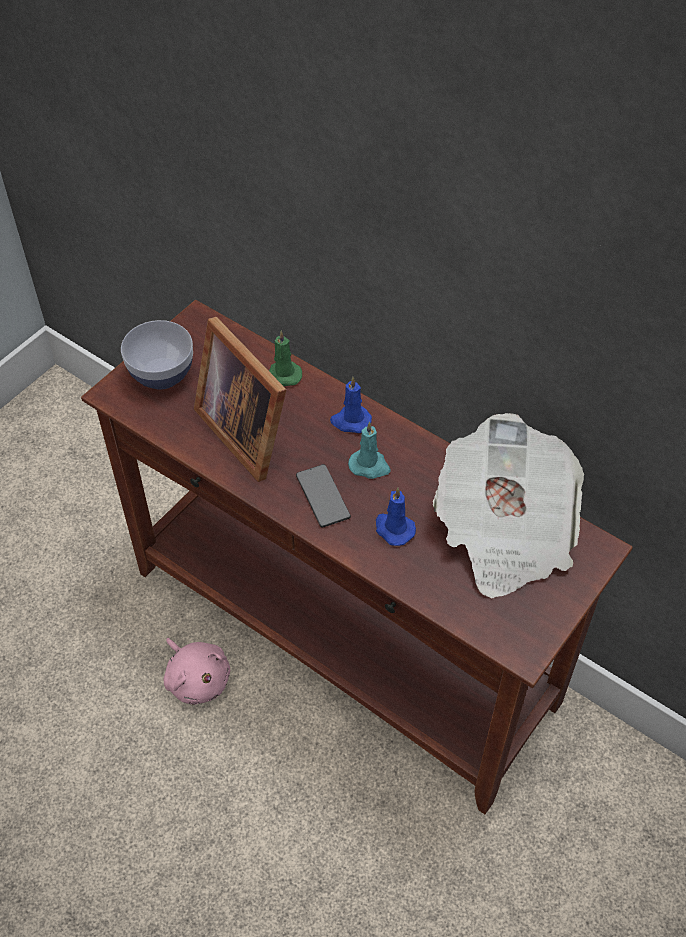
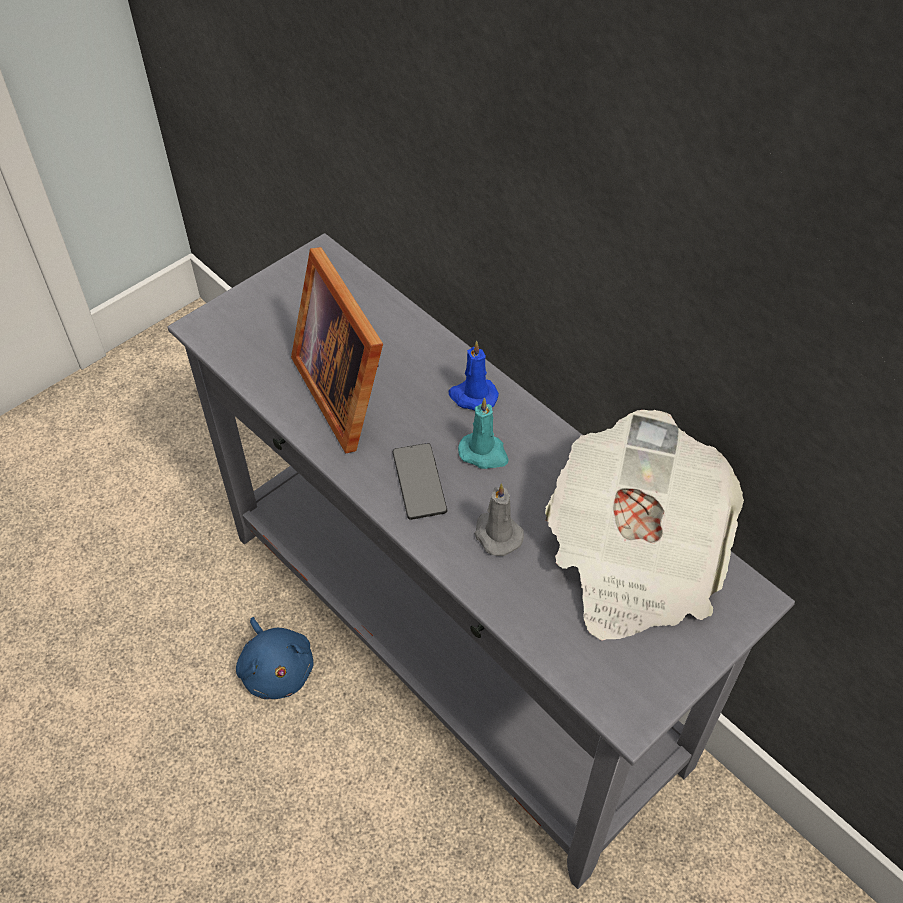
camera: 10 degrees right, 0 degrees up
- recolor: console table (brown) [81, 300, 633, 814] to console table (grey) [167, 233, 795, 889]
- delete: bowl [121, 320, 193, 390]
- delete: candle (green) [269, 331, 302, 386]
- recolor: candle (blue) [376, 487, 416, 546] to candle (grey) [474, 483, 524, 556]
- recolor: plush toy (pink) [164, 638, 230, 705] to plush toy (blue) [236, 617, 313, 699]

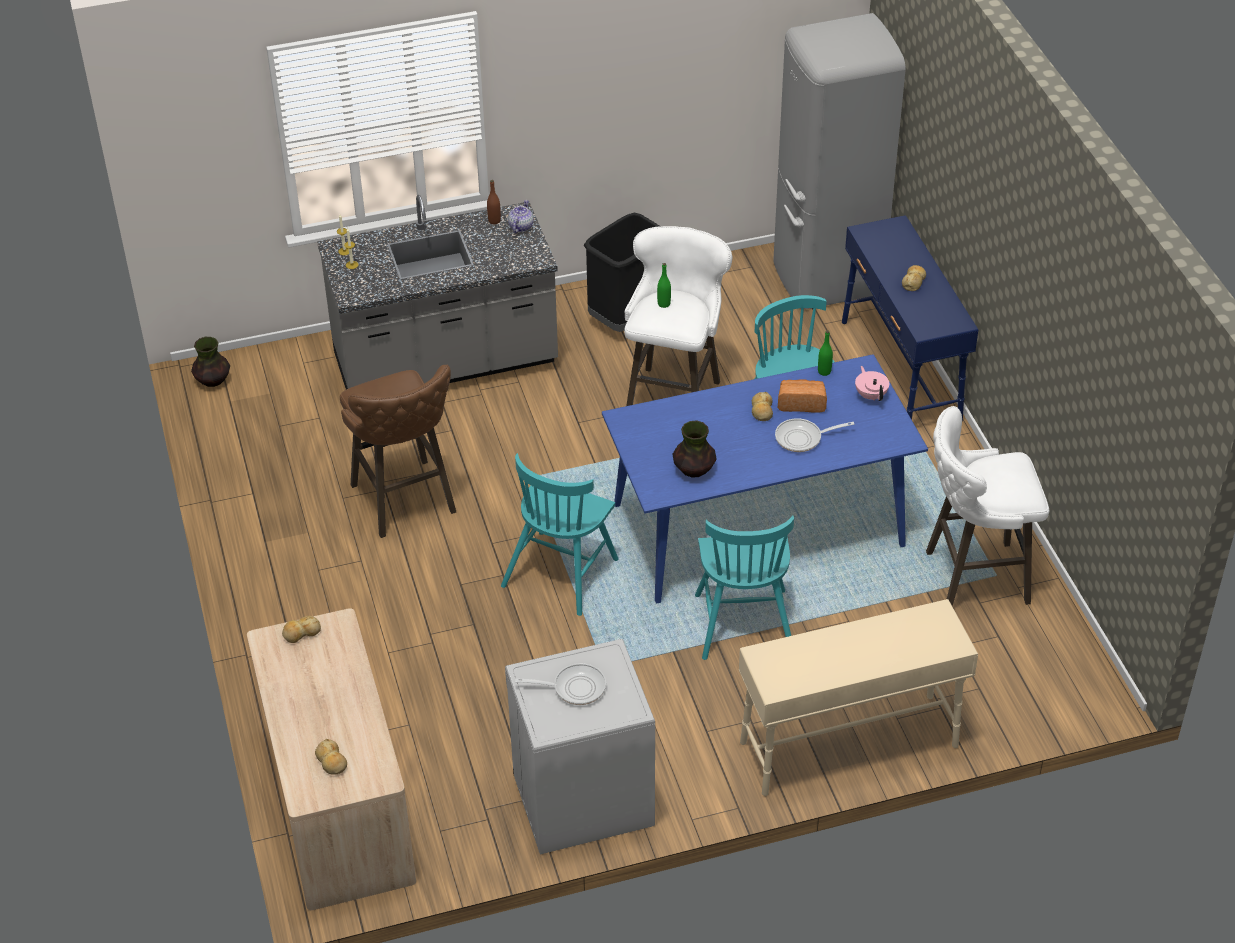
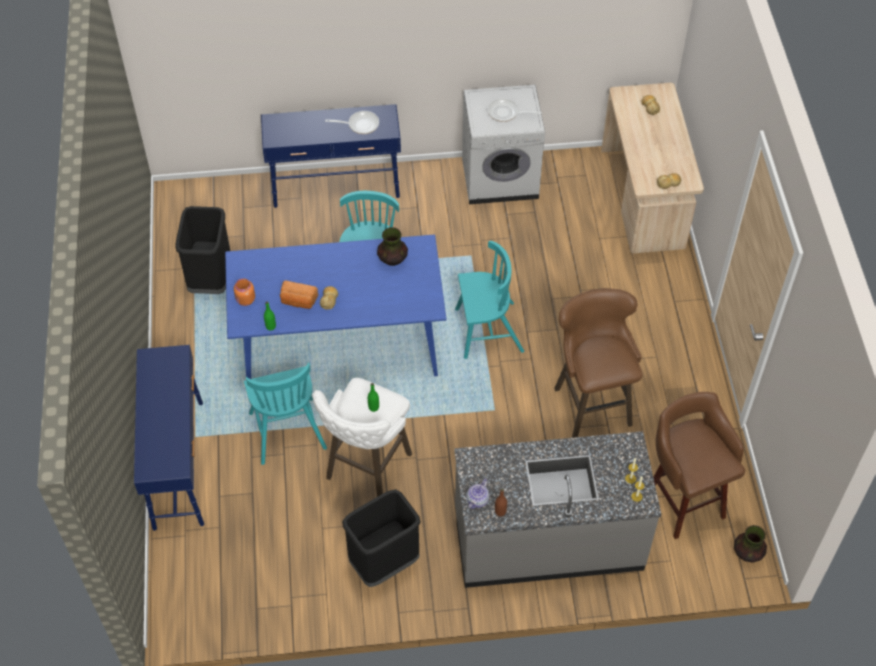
camera: 170 degrees left, 10 degrees up
- delete: fridge (grey) [773, 13, 906, 310]
- delete: bread [902, 265, 926, 291]
- replace: teapot (pink) [855, 366, 889, 401] to jar (orange) [234, 278, 255, 306]
- replace: stool (white) [926, 406, 1049, 606] to trash can (black) [175, 206, 230, 294]
- move: frying pan [775, 418, 854, 452] to [325, 111, 379, 134]
- rotate: chair (turquoise) [501, 453, 619, 616] = [455, 241, 524, 359] 45 degrees clockwise
- recolor: console table (beige) [739, 599, 978, 796] to console table (blue) [261, 104, 401, 208]
- insert: stool (brown) [653, 392, 745, 539]

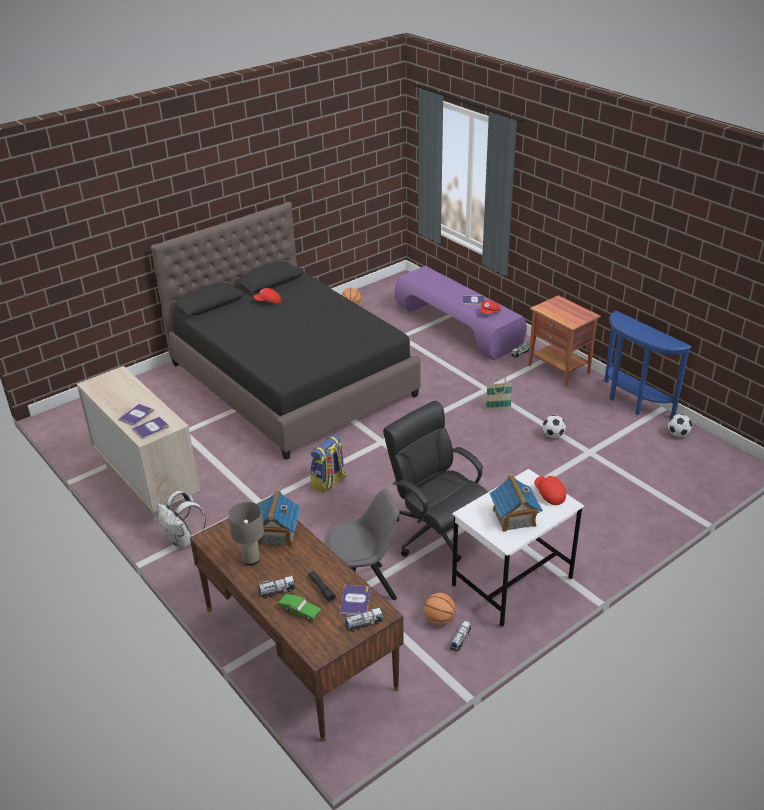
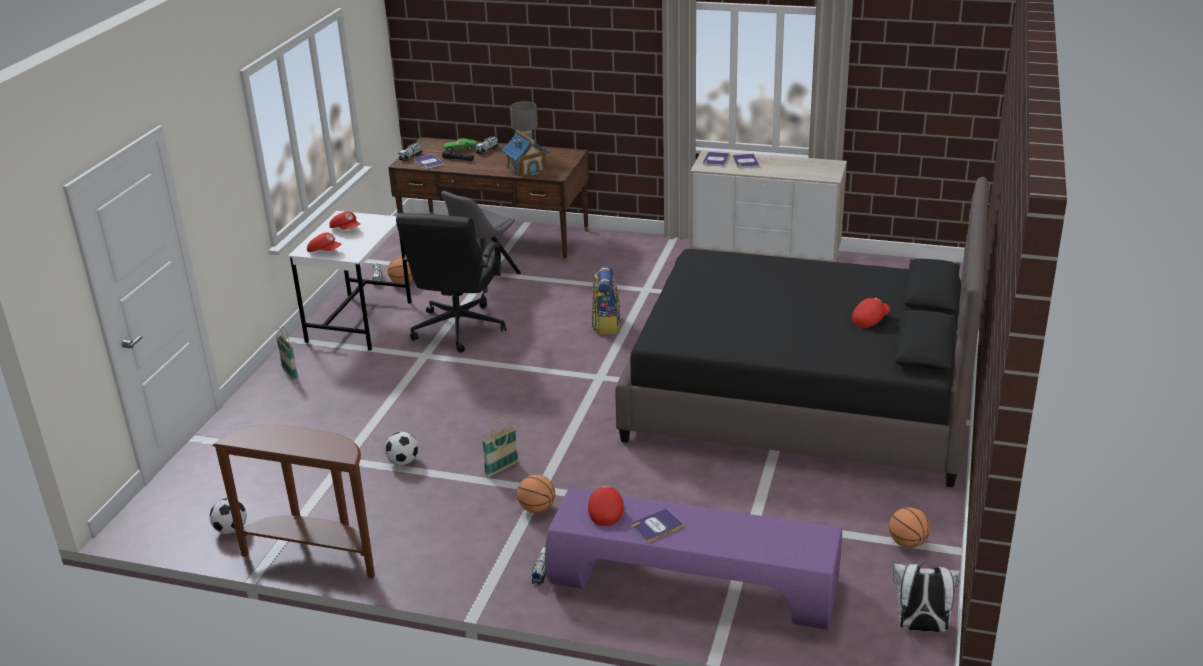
camera: 145 degrees right, 5 degrees down
- delete: nightstand [528, 295, 601, 387]
- recolor: console table (blue) [604, 311, 692, 417] to console table (brown) [213, 425, 375, 579]
- rotate: office chair (black) [383, 401, 488, 562] = [396, 213, 506, 353] 90 degrees clockwise
- replace: toy house [490, 474, 543, 532] to cap (red) [329, 211, 360, 230]
- move: backpack (white) [157, 491, 206, 550] to [893, 562, 960, 632]
- insert: basket [276, 326, 299, 381]
- insert: basketball [517, 475, 555, 513]

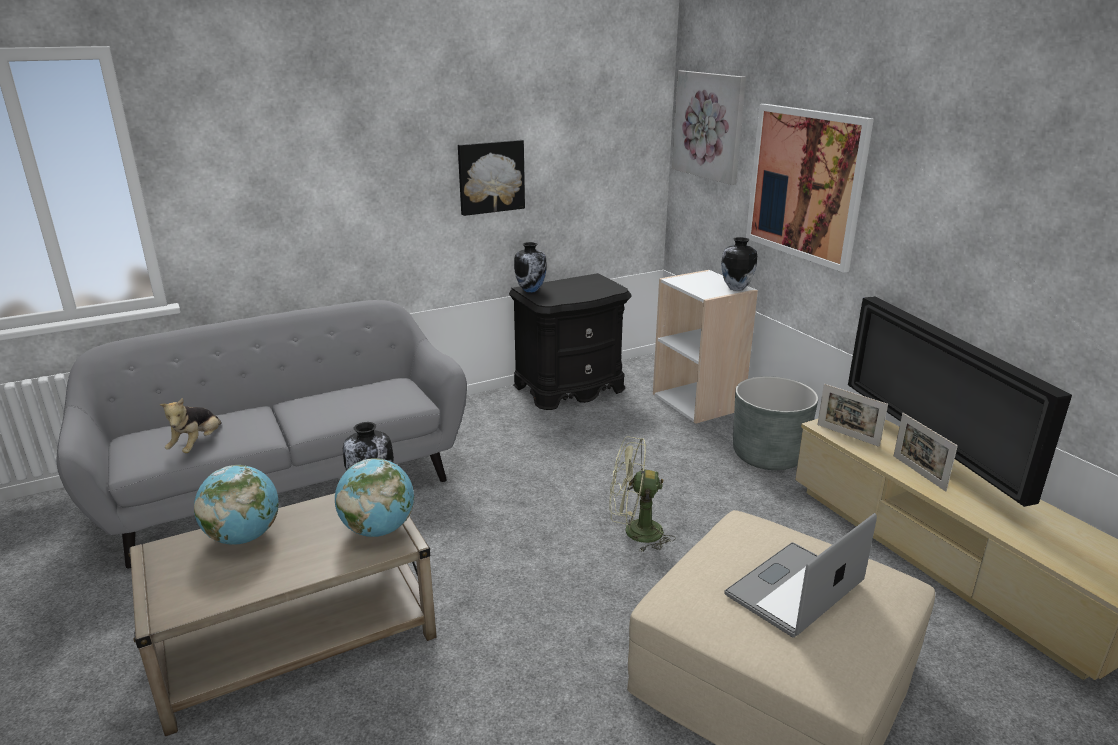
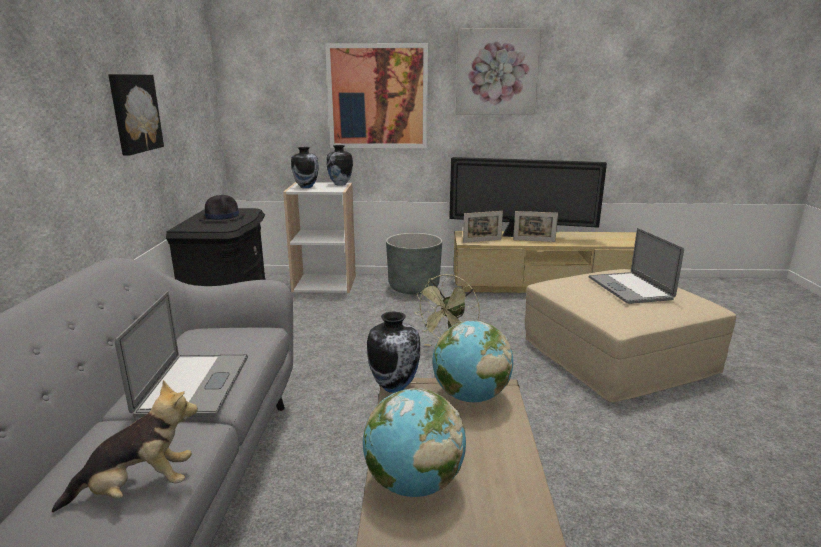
camera: 60 degrees left, 5 degrees down
- move: picture [672, 71, 746, 185] to [456, 28, 542, 115]
- move: vase [514, 242, 547, 293] to [291, 147, 319, 188]
- rotate: plush toy [160, 398, 221, 453] = [52, 380, 198, 512] 60 degrees counterclockwise
- insert: hat (black) [199, 195, 246, 222]
- insert: laptop [115, 291, 248, 418]

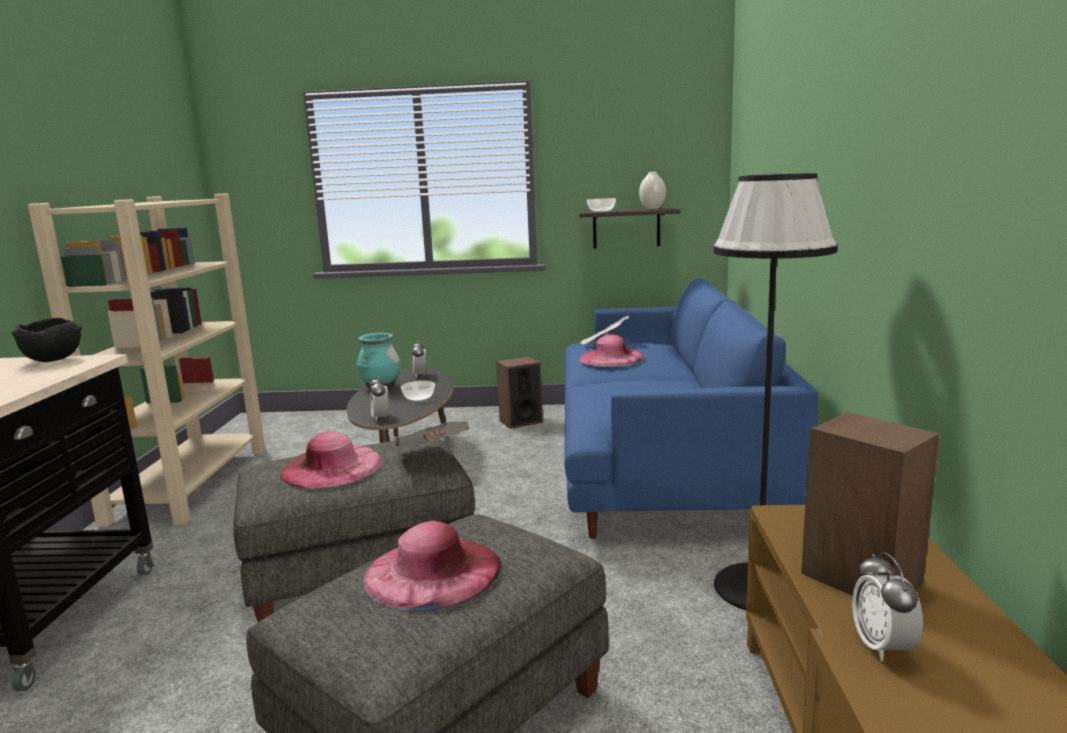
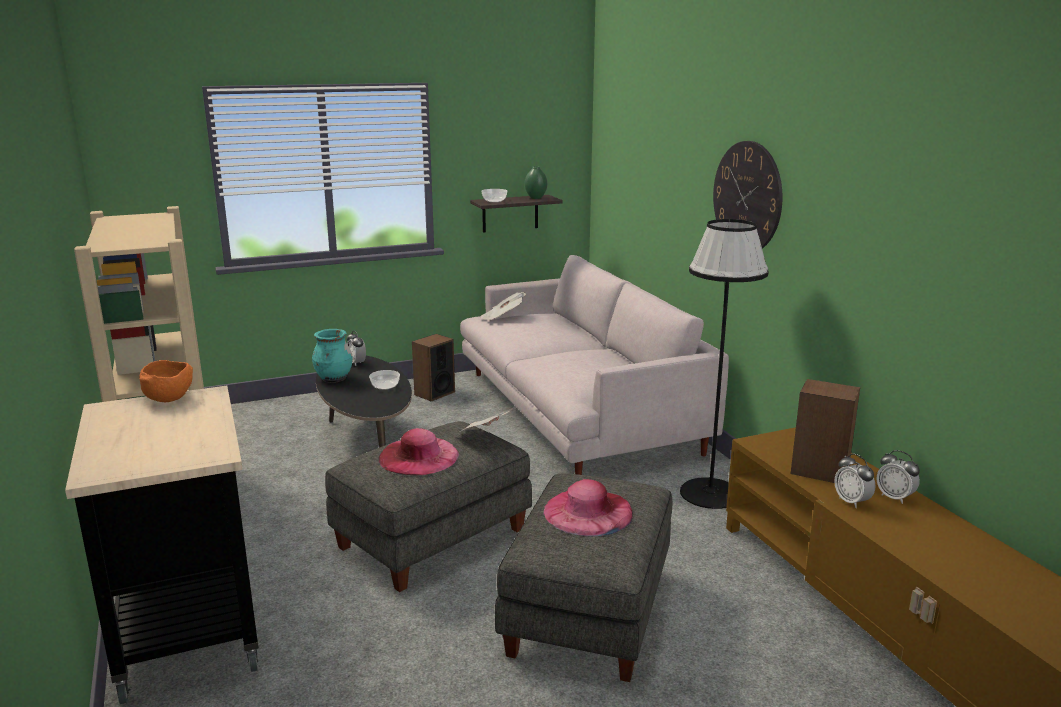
camera: 25 degrees left, 5 degrees up
- recolor: vase (white) [639, 172, 666, 209] to vase (green) [525, 166, 547, 199]
- recolor: sofa (blue) [564, 278, 818, 539] to sofa (white) [460, 255, 729, 475]
- recolor: bowl (black) [11, 318, 82, 362] to bowl (orange) [139, 360, 193, 402]
- delete: hat (pink) [579, 334, 645, 367]
- move: alarm clock [369, 375, 388, 422] to [877, 450, 920, 504]
- insert: wall clock [713, 141, 783, 248]

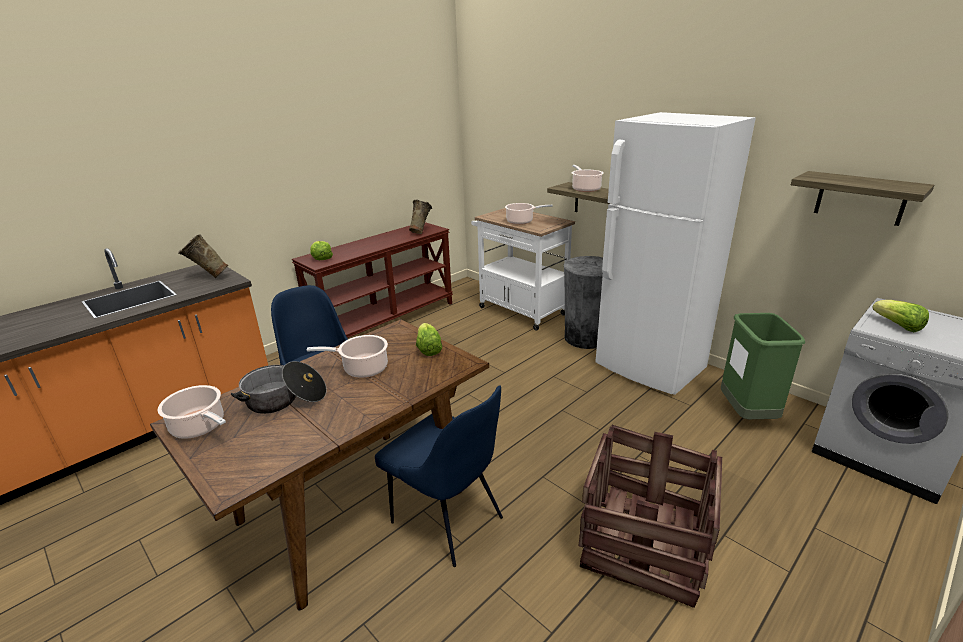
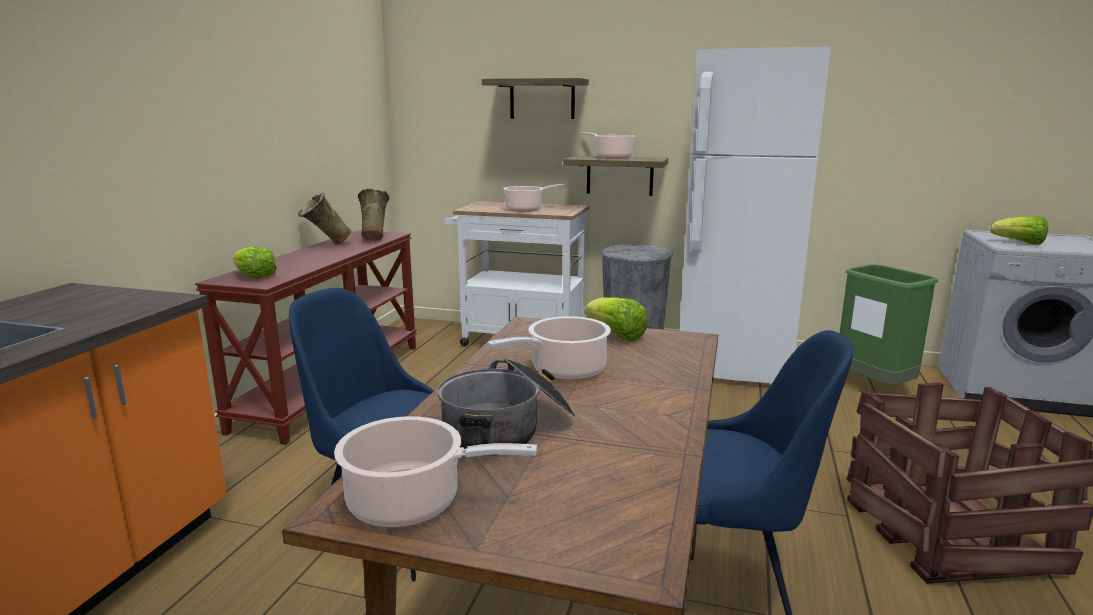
camera: 30 degrees left, 10 degrees down
- move: shelf [791, 171, 934, 226] to [482, 78, 589, 119]
- move: vase (beige) [178, 234, 228, 278] to [298, 193, 351, 245]

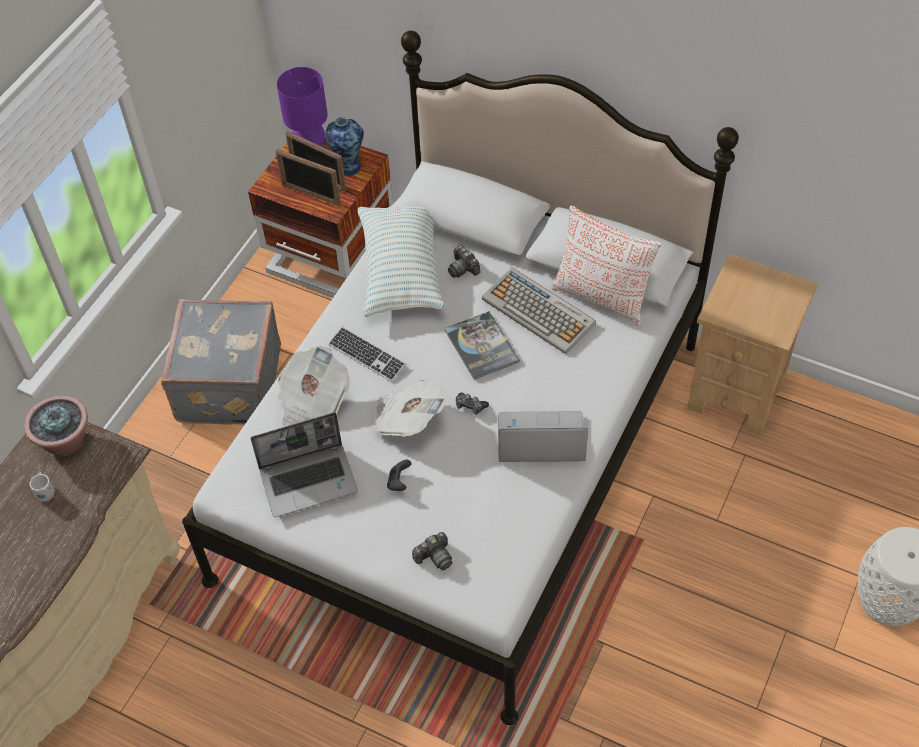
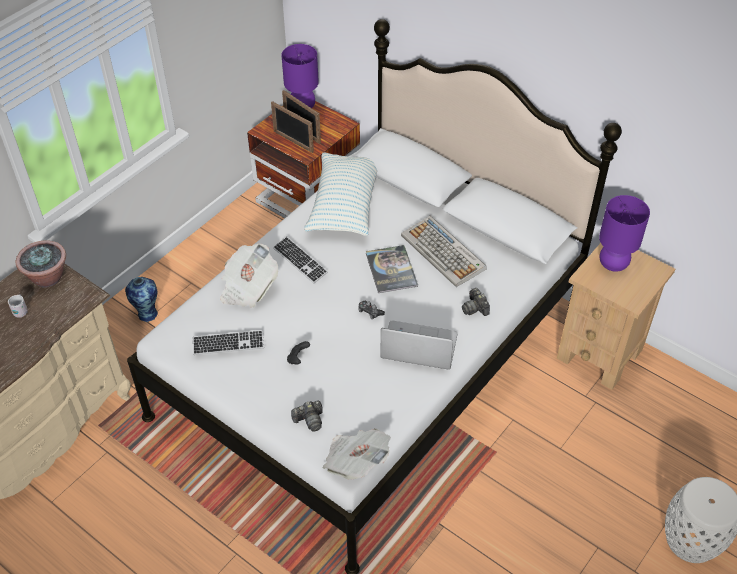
camera: 10 degrees right, 5 degrees down
- move: vase [324, 117, 364, 176] to [125, 277, 158, 322]
- delete: pillow (white) [552, 205, 661, 326]
- move: photo camera [448, 245, 480, 278] to [462, 288, 490, 316]
- delete: suitcase (grey) [161, 299, 281, 425]
- move: newspaper [374, 380, 445, 437] to [323, 429, 391, 479]
- replace: laptop [251, 413, 358, 517] to keyboard [193, 330, 264, 355]
- insert: table lamp (purple) [599, 195, 650, 272]

